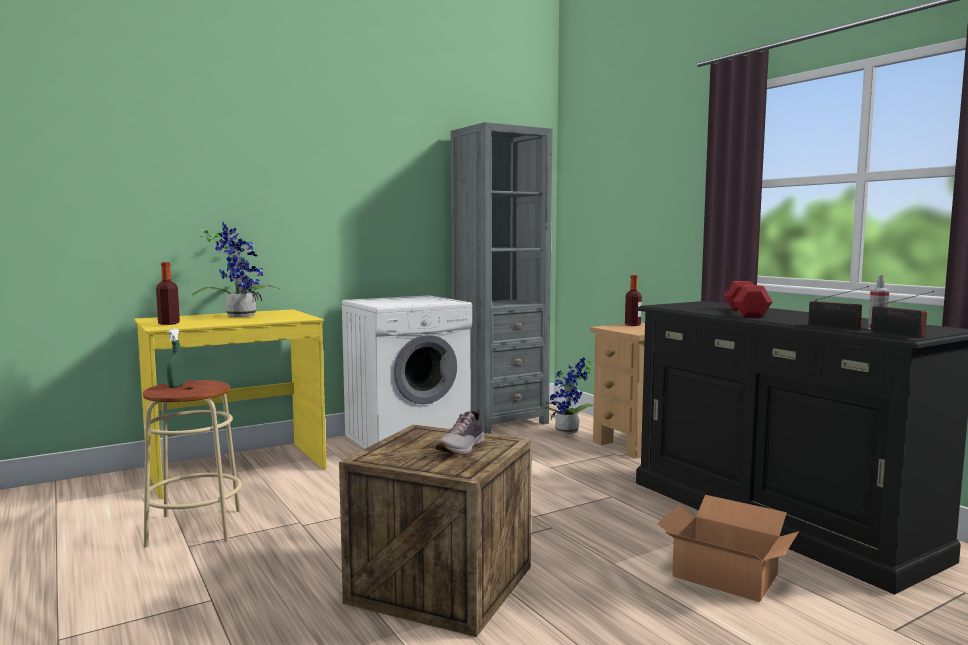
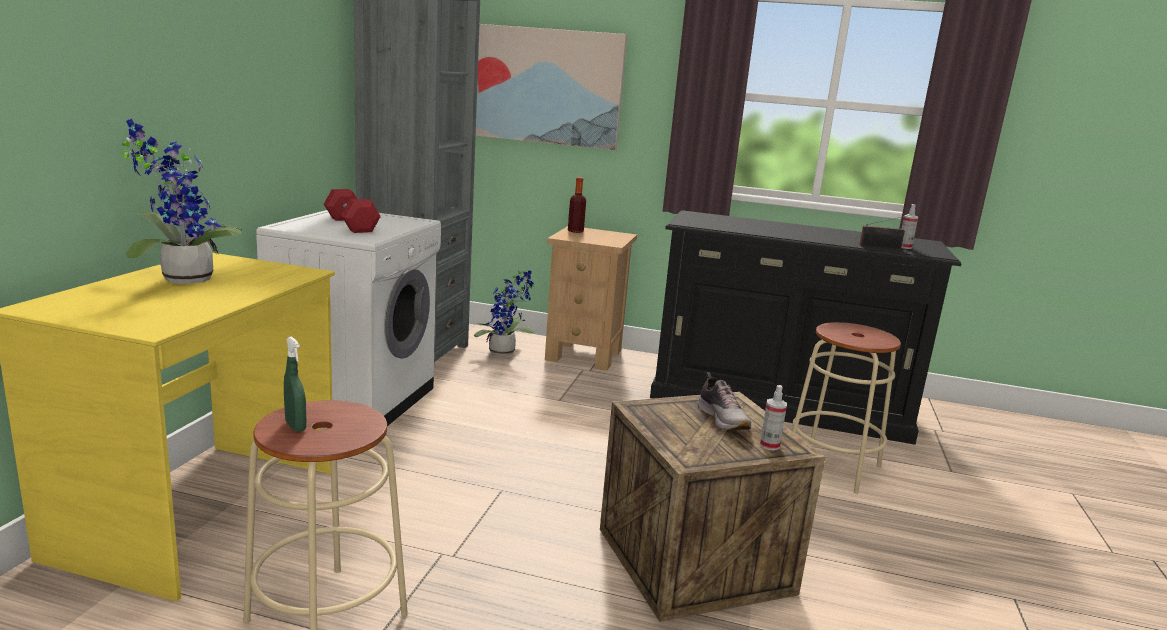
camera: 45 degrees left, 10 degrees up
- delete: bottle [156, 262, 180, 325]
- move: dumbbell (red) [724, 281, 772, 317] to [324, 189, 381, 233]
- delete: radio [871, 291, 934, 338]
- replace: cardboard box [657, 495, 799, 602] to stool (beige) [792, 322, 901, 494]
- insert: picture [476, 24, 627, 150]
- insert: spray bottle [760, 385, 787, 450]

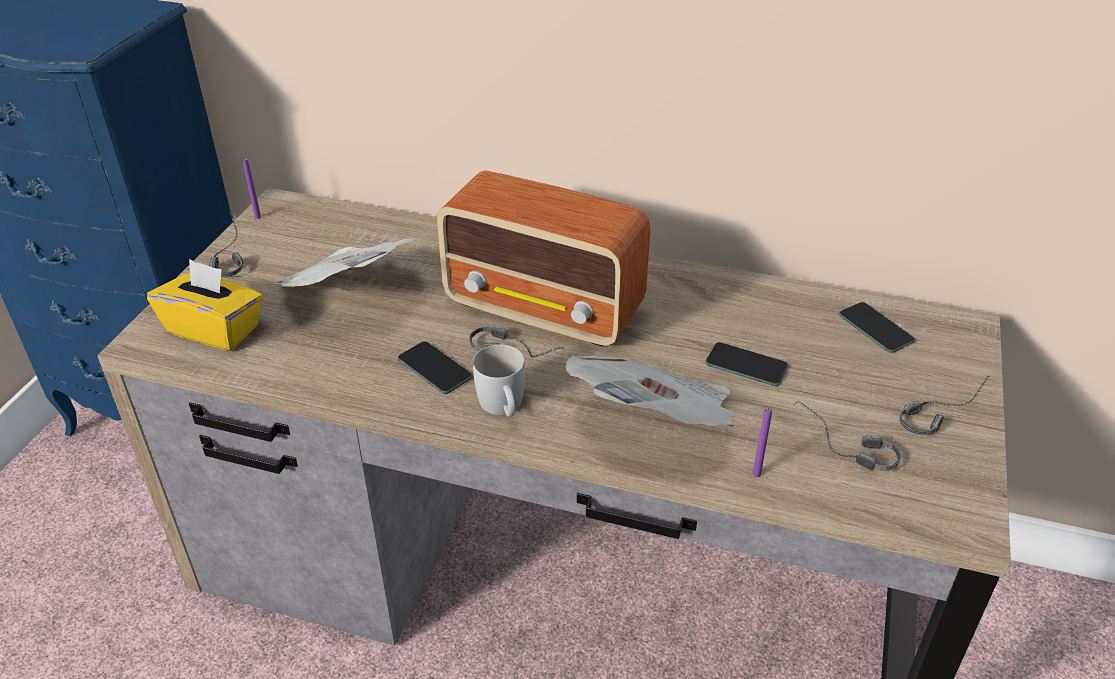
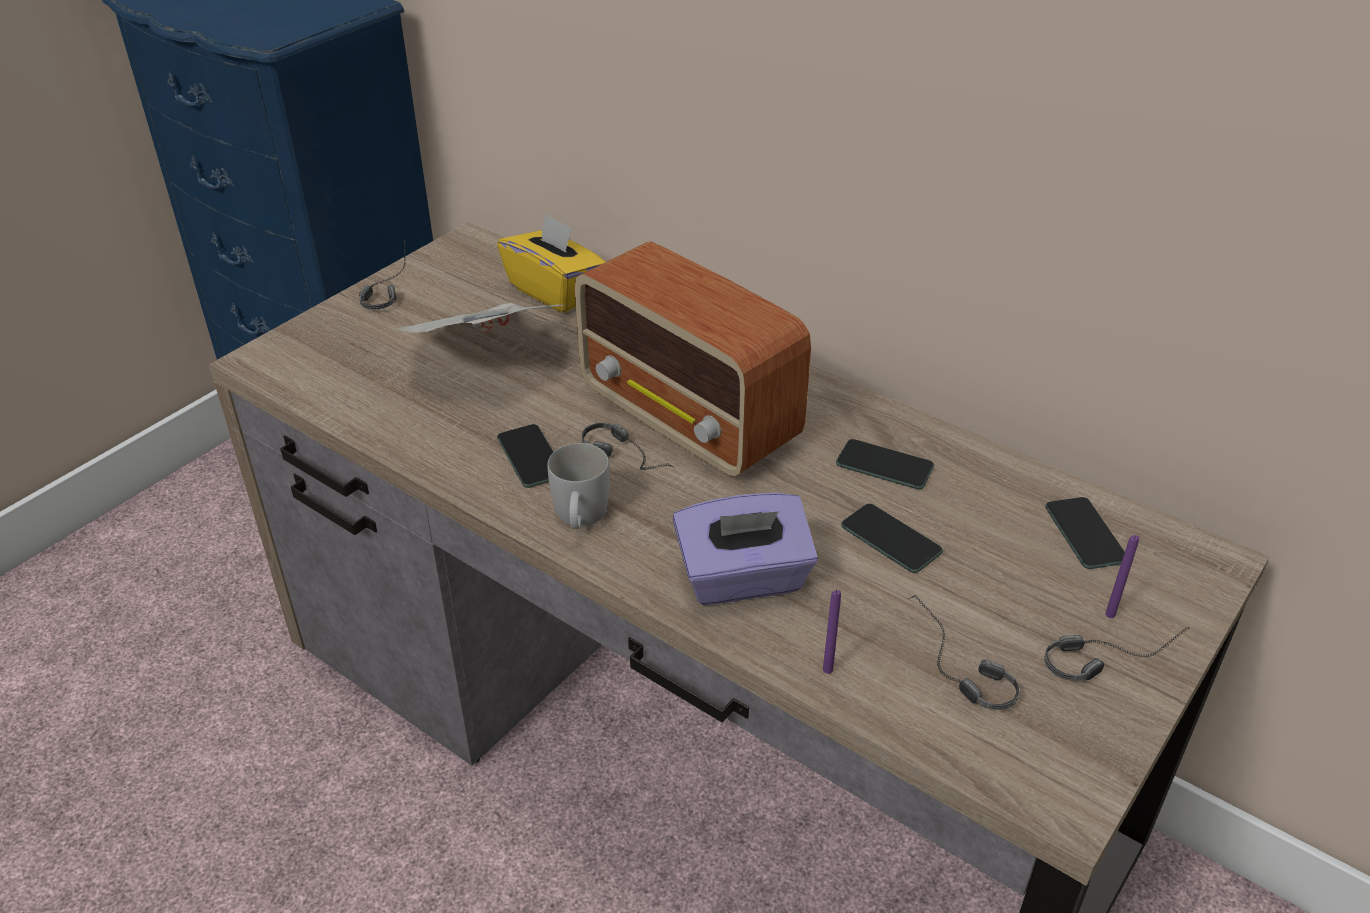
camera: 20 degrees right, 0 degrees up
- move: candle (purple) [243, 159, 261, 219] to [1105, 535, 1140, 618]
- move: tissue box (yellow) [147, 259, 263, 351] to [497, 213, 606, 313]
- replace: newspaper [566, 356, 737, 428] to tissue box (purple) [673, 493, 818, 605]
- insert: phone [836, 439, 934, 489]

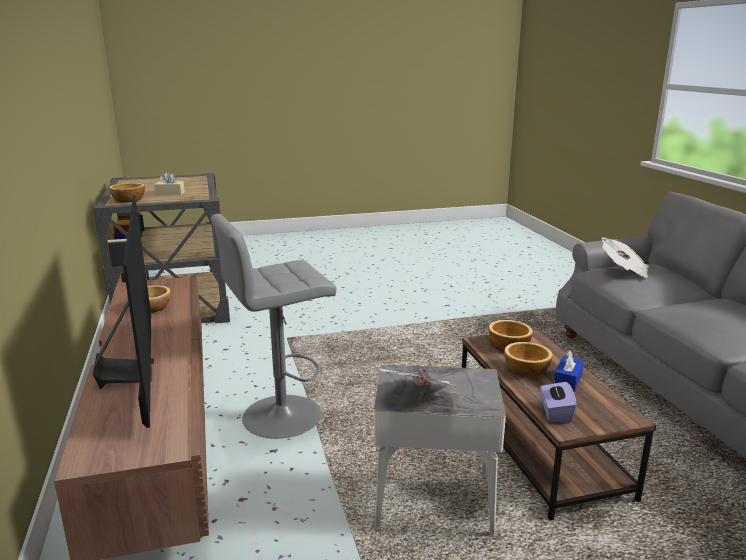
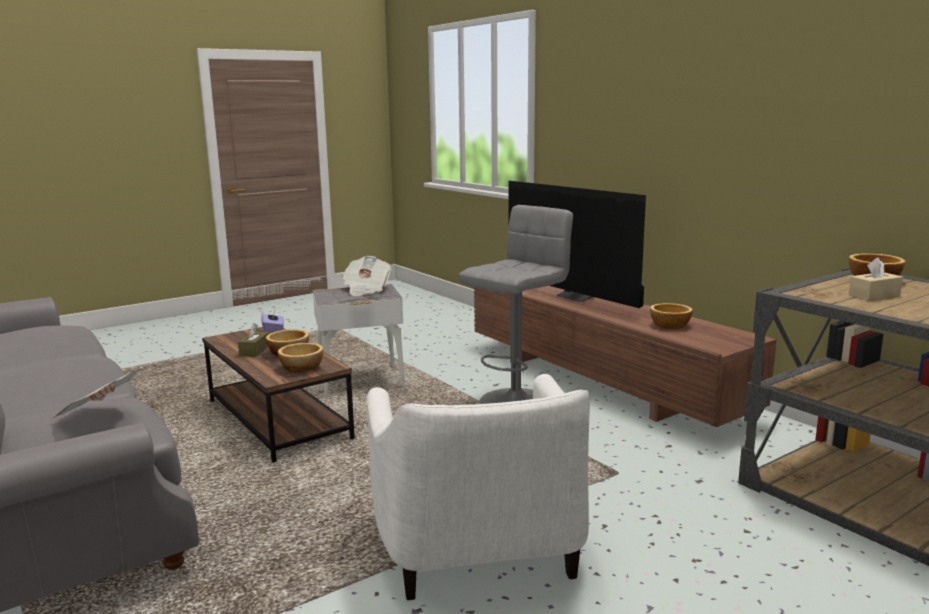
camera: 160 degrees right, 5 degrees down
- recolor: tissue box (blue) [553, 350, 584, 392] to tissue box (brown) [238, 323, 268, 357]
- insert: armchair (white) [367, 374, 590, 600]

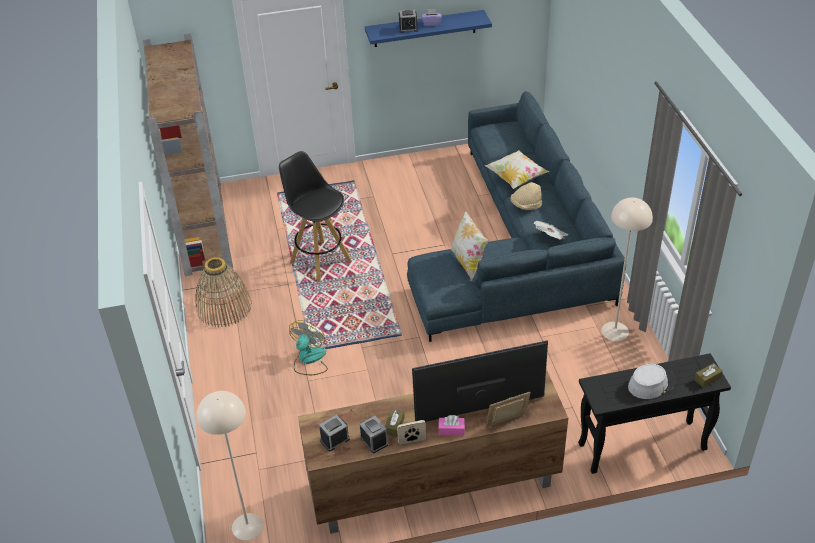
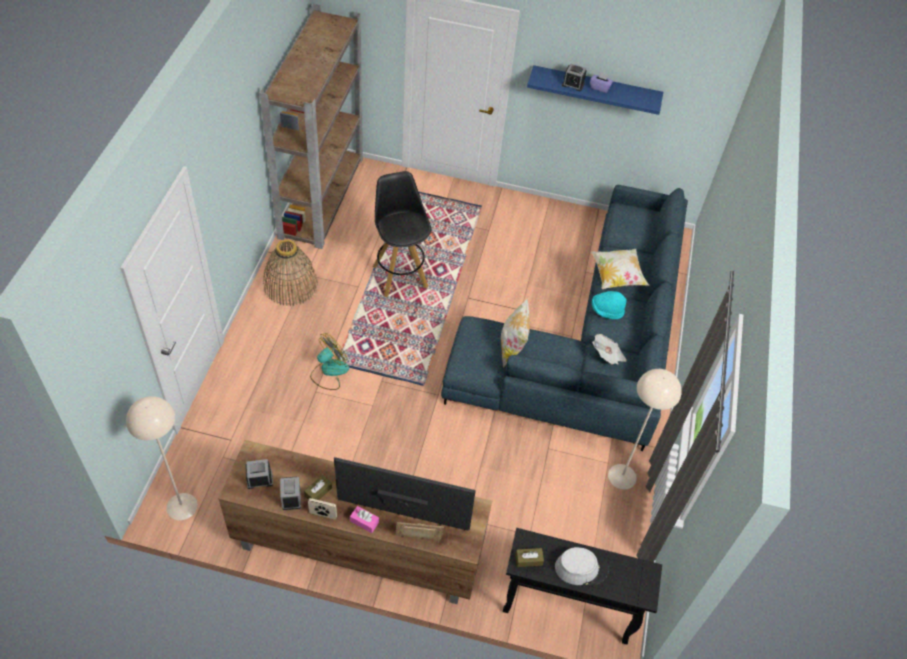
camera: 20 degrees right, 10 degrees up
- recolor: hat (beige) [511, 182, 542, 210] to hat (turquoise) [592, 291, 627, 319]
- move: tissue box (brown) [694, 363, 723, 388] to [515, 548, 544, 567]

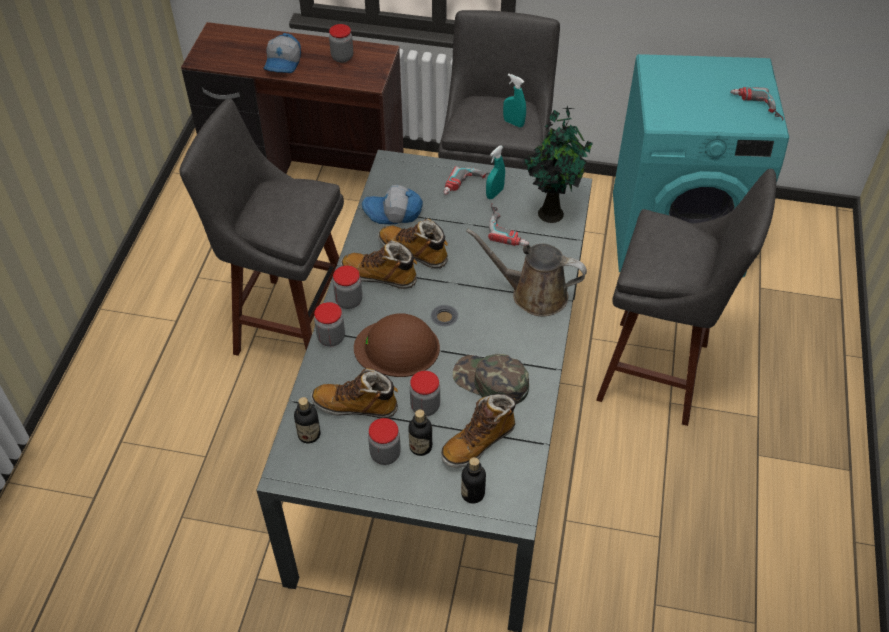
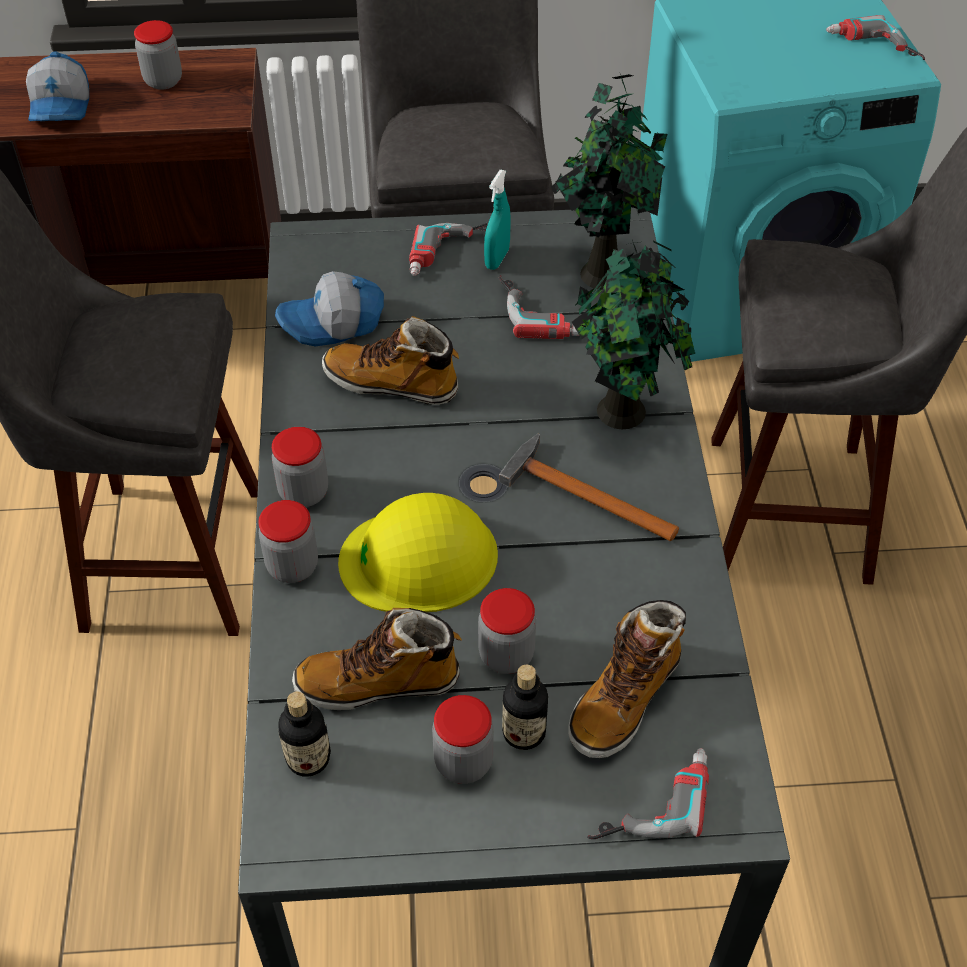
camera: 15 degrees left, 0 degrees up
- delete: spray bottle (turquoise) [503, 74, 526, 127]
- replace: watering can (brown) [466, 229, 587, 317] to potted plant [572, 240, 695, 429]
- delete: boot [341, 240, 417, 289]
- recolor: hard hat (brown) [354, 313, 440, 377] to hard hat (yellow) [338, 493, 498, 612]
- delete: cap (green) [453, 354, 529, 404]
- replace: bottle [461, 457, 486, 503] to power drill [587, 748, 709, 839]
- insert: hammer [499, 433, 679, 541]

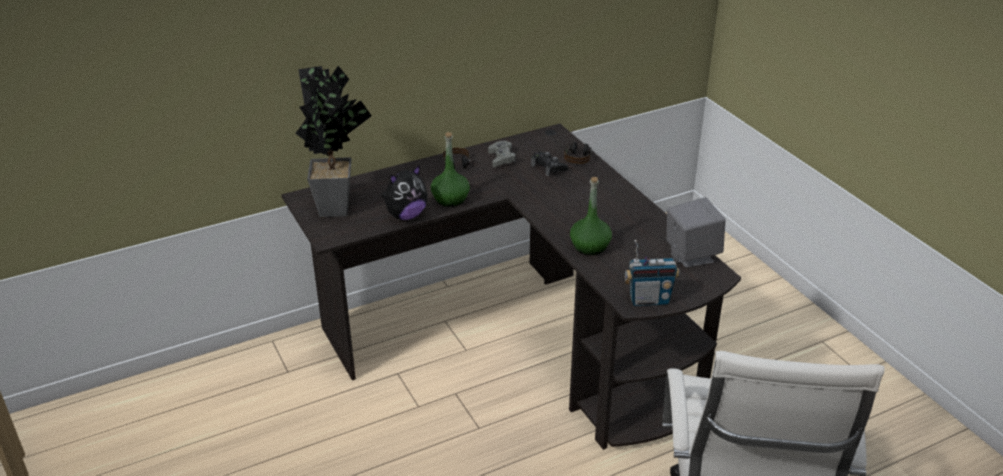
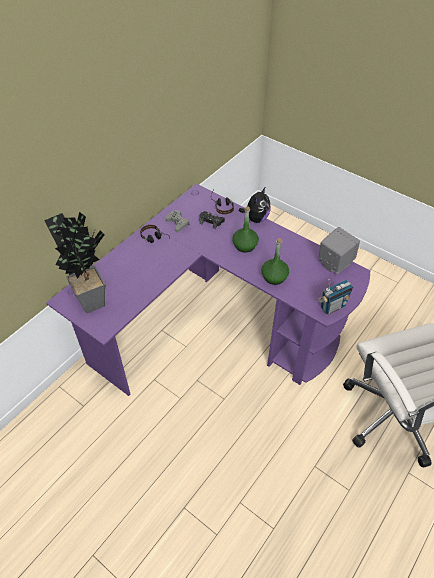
camera: 25 degrees left, 15 degrees up
- recolor: desk (black) [281, 124, 741, 450] to desk (purple) [46, 184, 370, 396]
- move: bottle (green) [431, 132, 470, 207] to [232, 206, 259, 253]
- move: plush toy [382, 165, 428, 220] to [239, 188, 271, 223]

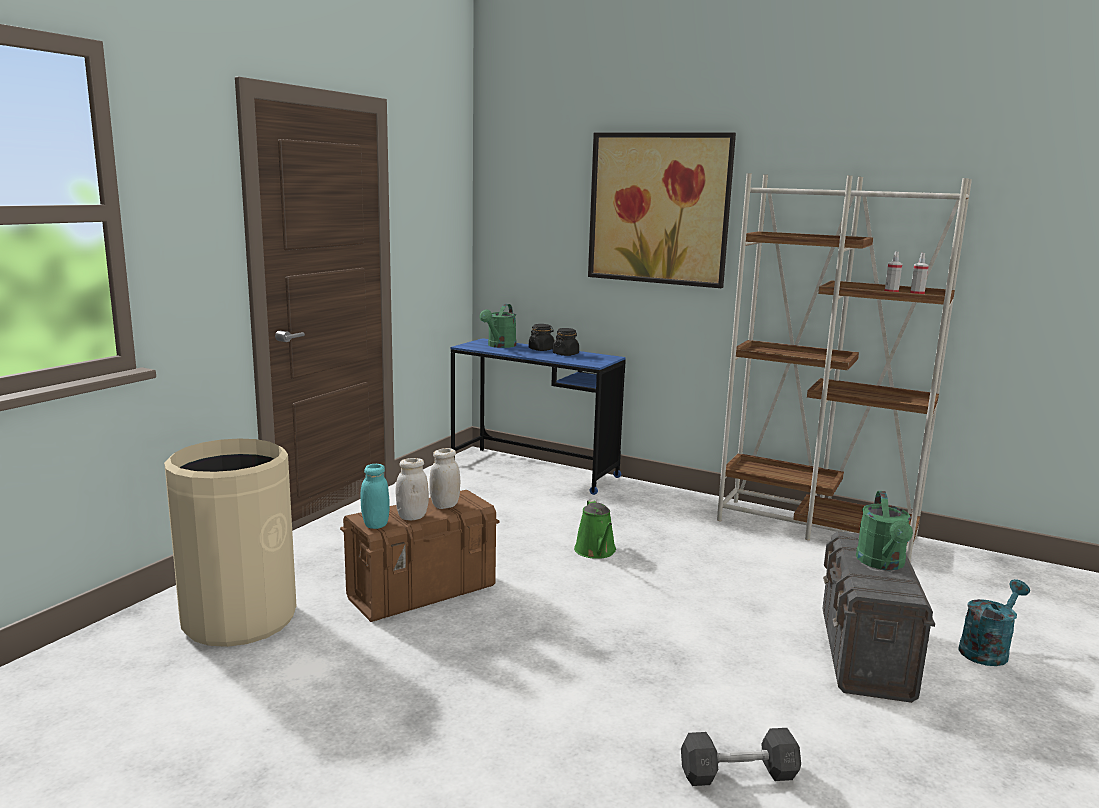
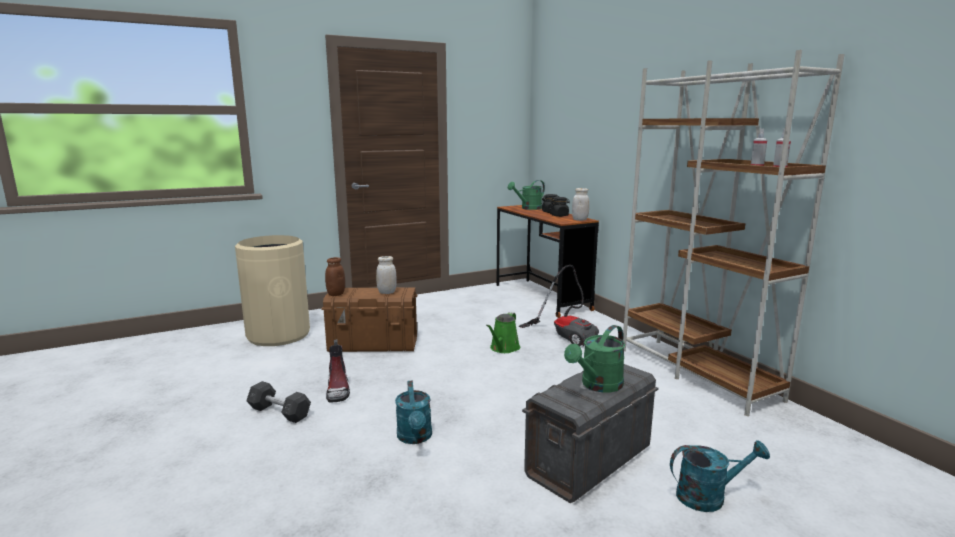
camera: 35 degrees right, 0 degrees up
- delete: picture [588, 132, 736, 288]
- recolor: desk (blue) [450, 338, 626, 495] to desk (brown) [497, 205, 599, 318]
- move: jar (white) [396, 458, 429, 520] to [572, 188, 590, 221]
- recolor: jar (turquoise) [360, 464, 390, 529] to jar (brown) [325, 257, 345, 296]
- move: dumbbell (grey) [681, 728, 801, 786] to [246, 381, 311, 423]
- insert: vacuum cleaner [519, 265, 599, 346]
- insert: boot [326, 339, 350, 403]
- insert: watering can (turquoise) [395, 380, 432, 444]

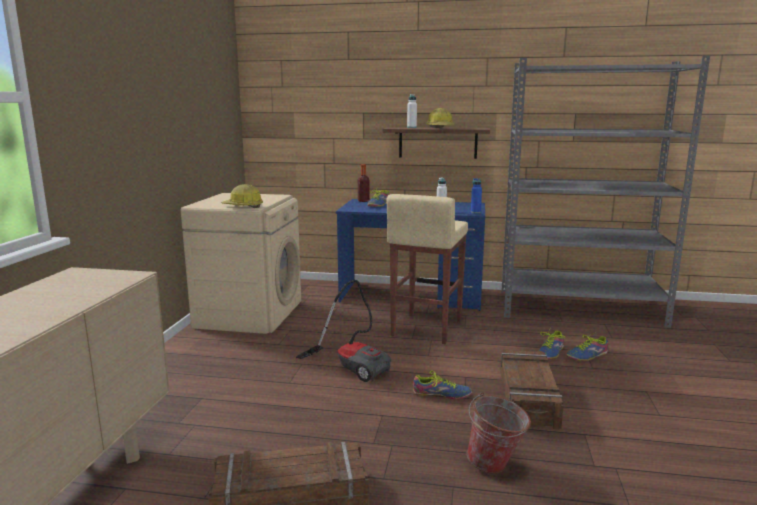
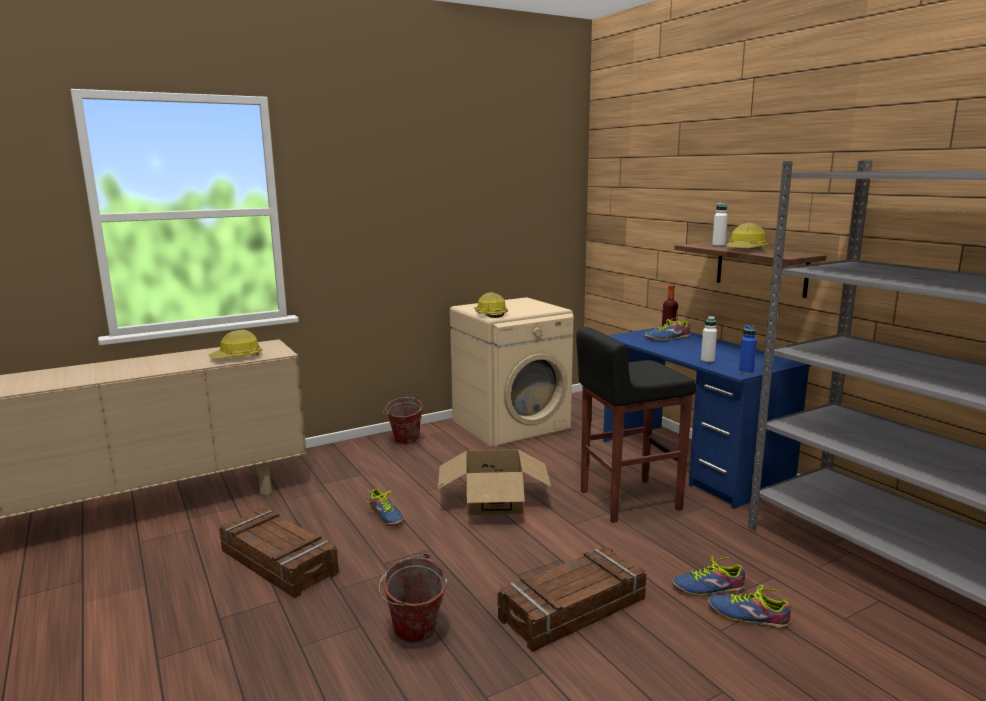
camera: 50 degrees right, 0 degrees up
- recolor: stool (beige) [386, 194, 468, 344] to stool (black) [576, 327, 696, 523]
- replace: vacuum cleaner [296, 280, 391, 382] to cardboard box [438, 449, 551, 515]
- move: shoe [413, 371, 472, 399] to [366, 489, 403, 526]
- insert: hard hat [208, 330, 262, 359]
- insert: bucket [383, 396, 423, 445]

